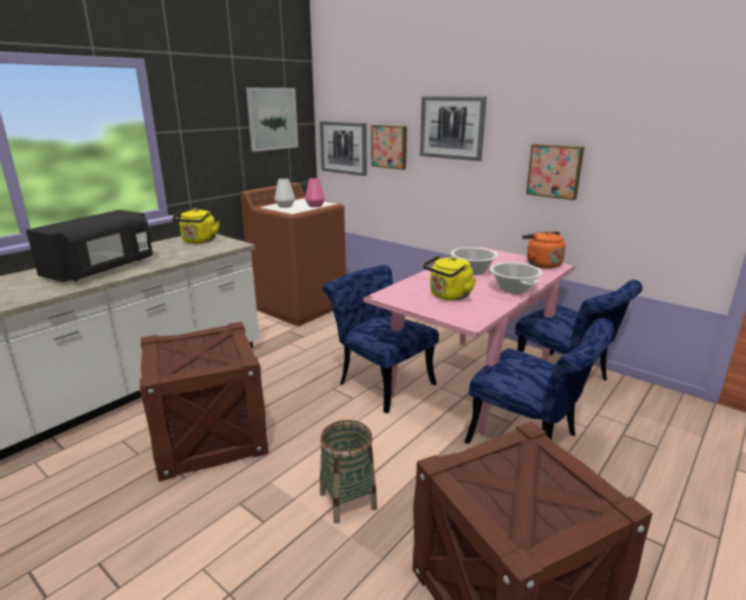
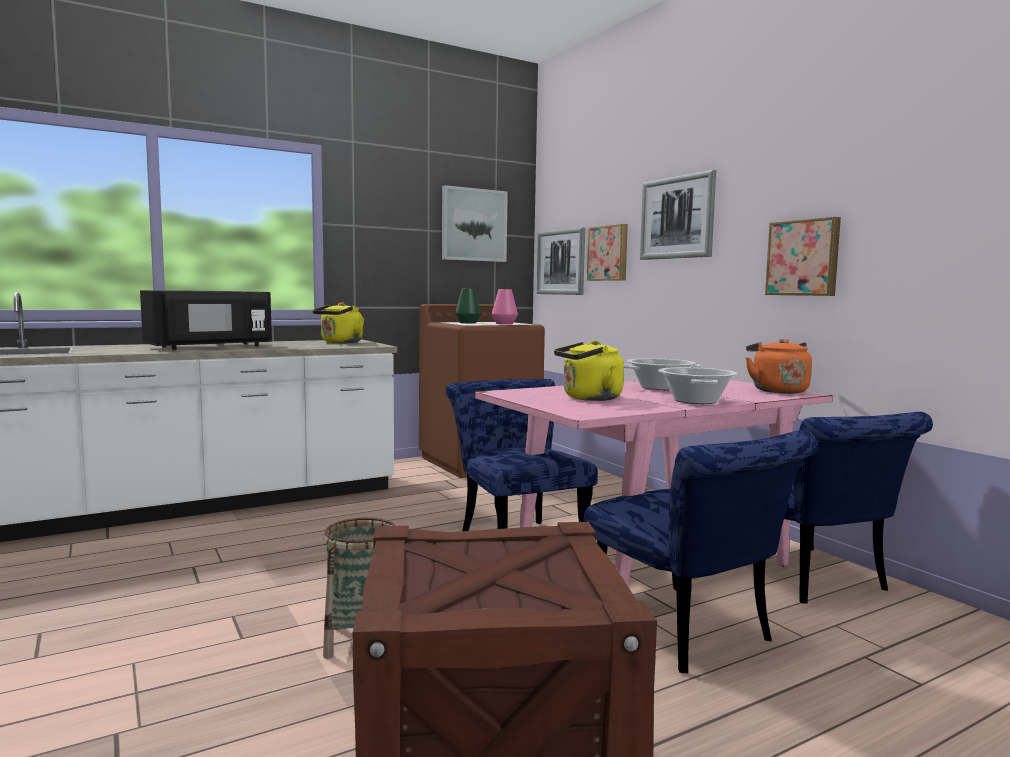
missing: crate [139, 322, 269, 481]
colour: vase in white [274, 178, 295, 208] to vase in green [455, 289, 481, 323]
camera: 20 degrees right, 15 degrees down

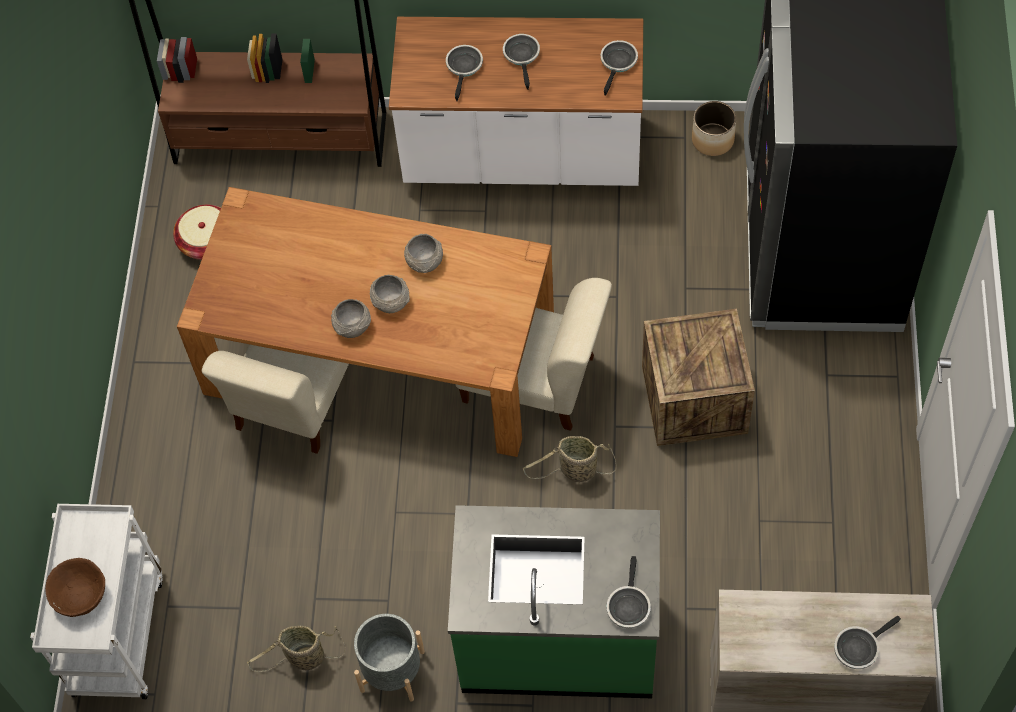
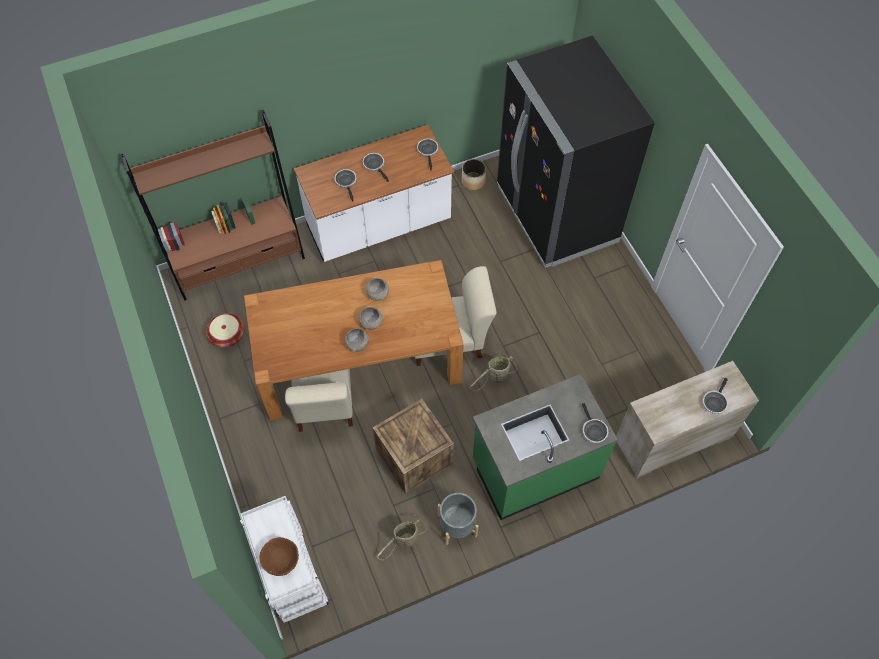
relocated: crate [642, 309, 755, 446] to [373, 399, 454, 494]
camera: 30 degrees left, 0 degrees up

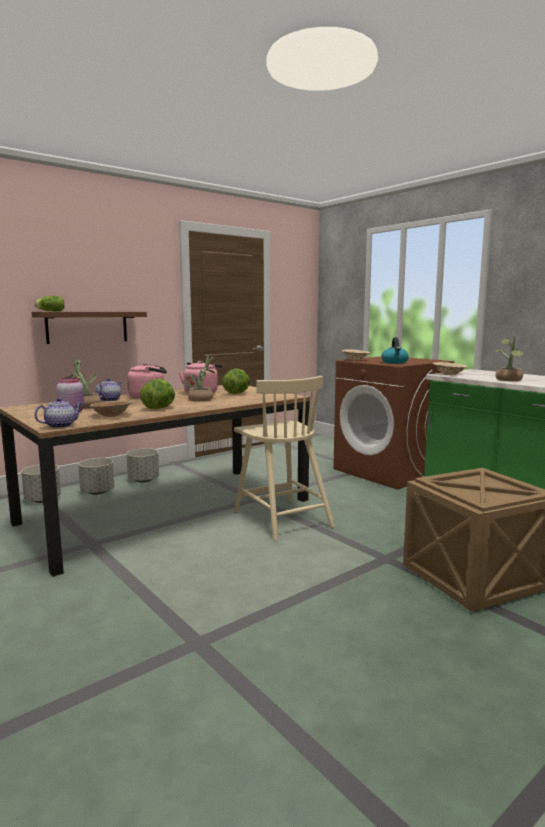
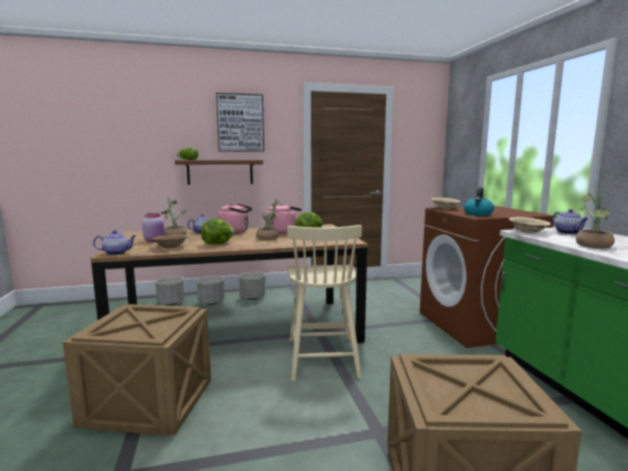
appeared: picture [216, 93, 264, 152]; teapot [553, 209, 589, 234]; crate [63, 304, 211, 436]
camera: 25 degrees right, 0 degrees up

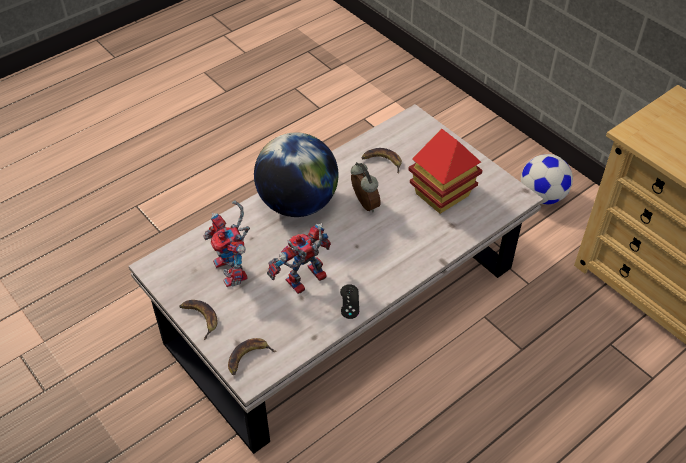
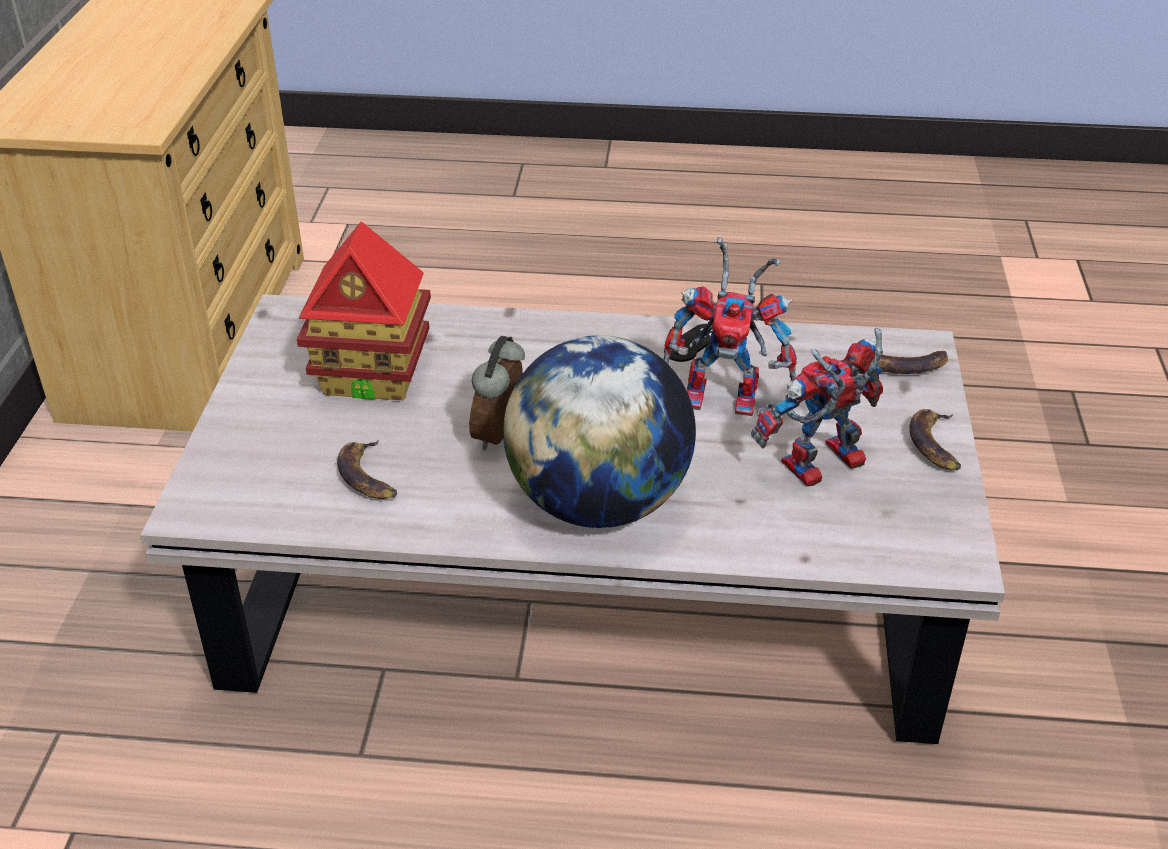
missing: football [521, 154, 573, 205]
spun: toy robot [203, 200, 250, 287] = [751, 328, 883, 487] 135 degrees counterclockwise
camera: 135 degrees left, 10 degrees down

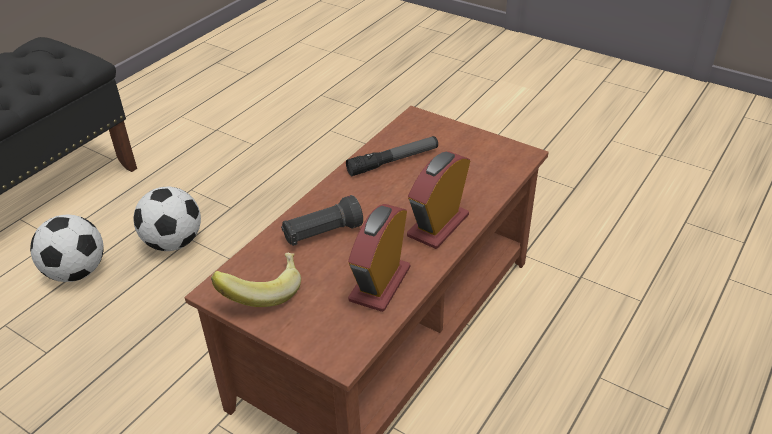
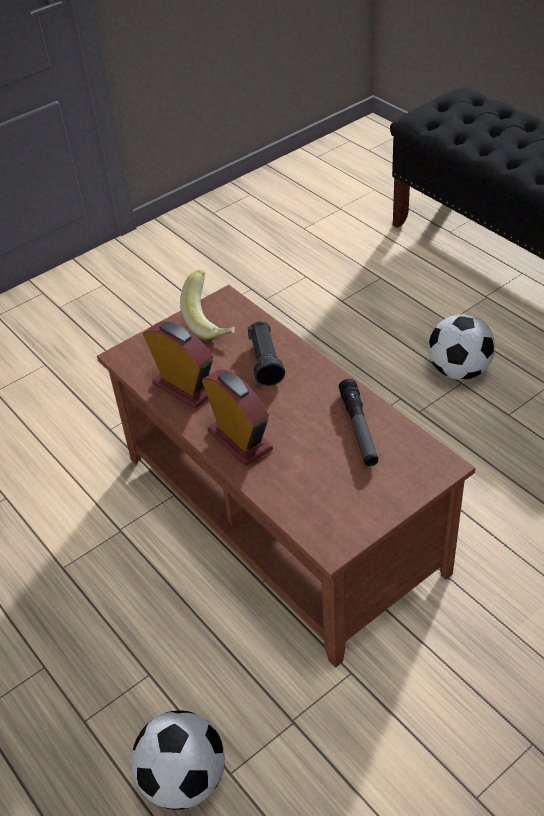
relocated: football [30, 215, 104, 282] to [131, 710, 225, 810]
camera: 110 degrees right, 5 degrees up

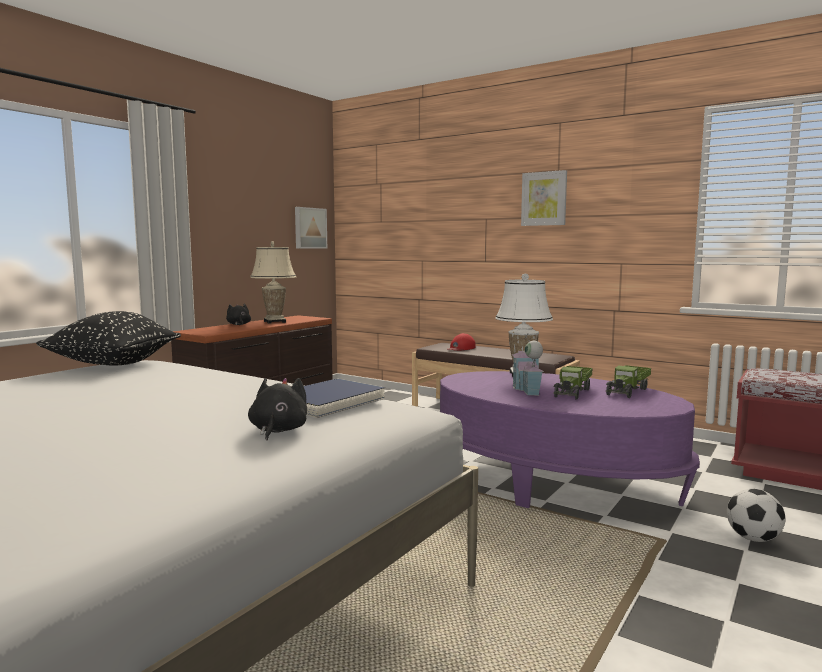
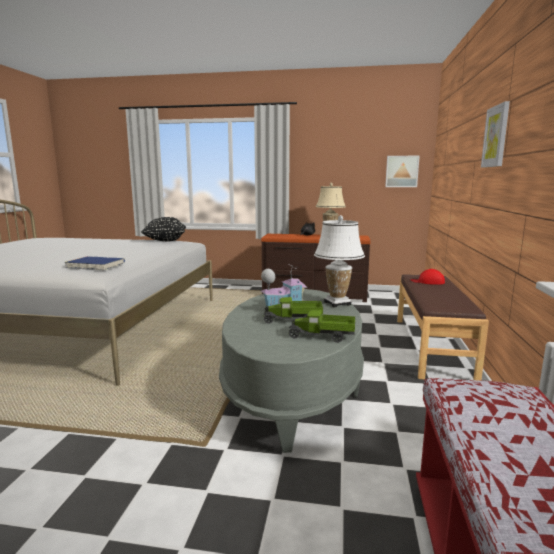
missing: plush toy in black [248, 378, 307, 441]; football [727, 489, 786, 542]
colour: coffee table in purple [440, 371, 700, 508] to coffee table in grey [219, 289, 364, 453]
camera: 65 degrees right, 5 degrees up

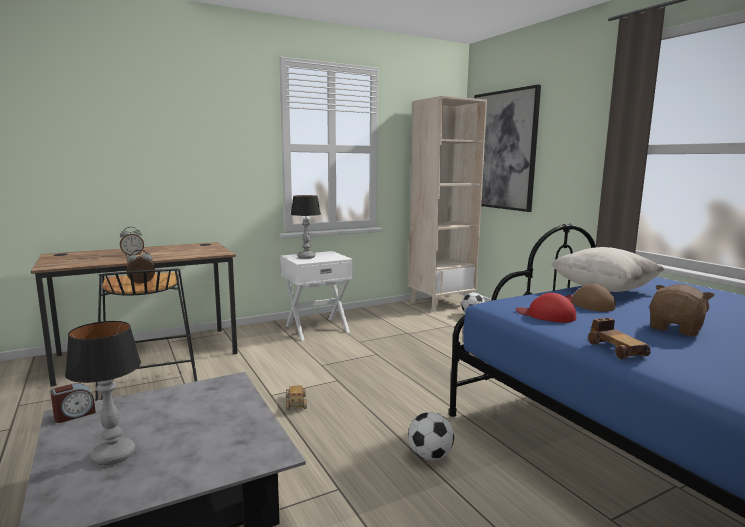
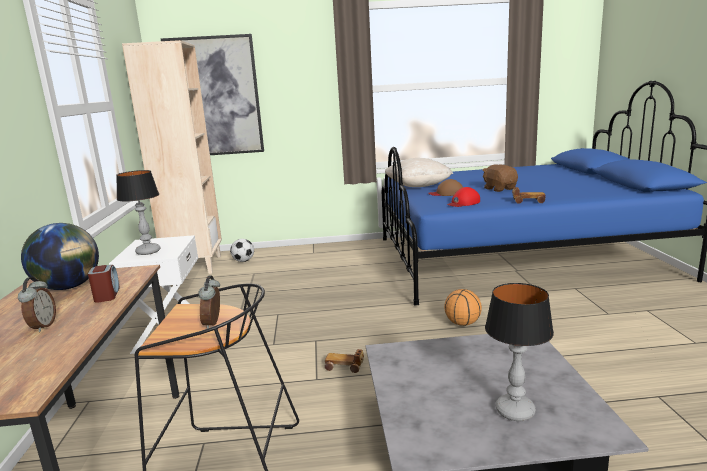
appeared: globe [21, 223, 99, 290]
relocated: alarm clock [50, 383, 96, 423] to [88, 265, 120, 303]
exchanged: football [408, 412, 454, 461] to basketball [444, 289, 482, 326]
camera: 65 degrees left, 5 degrees up

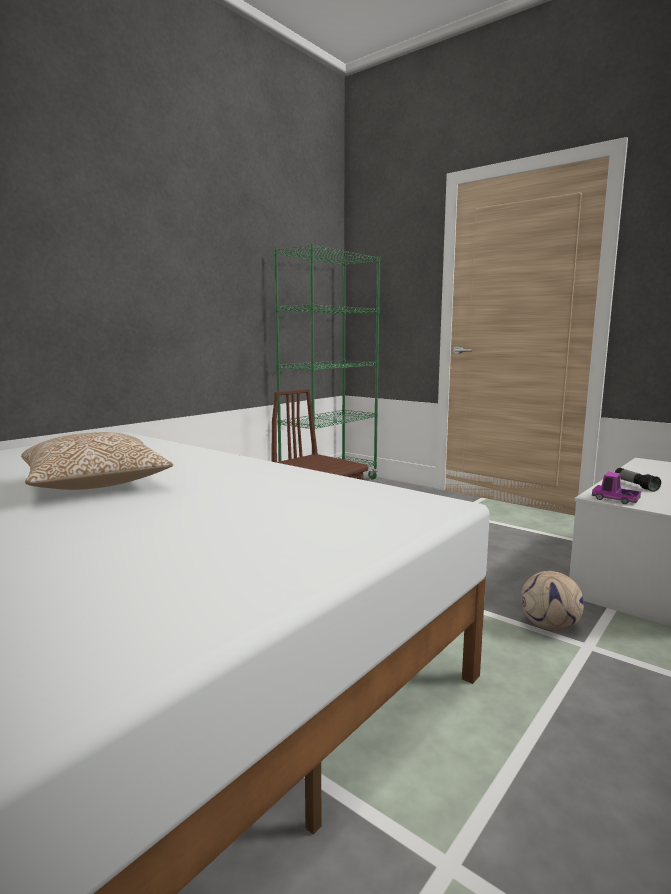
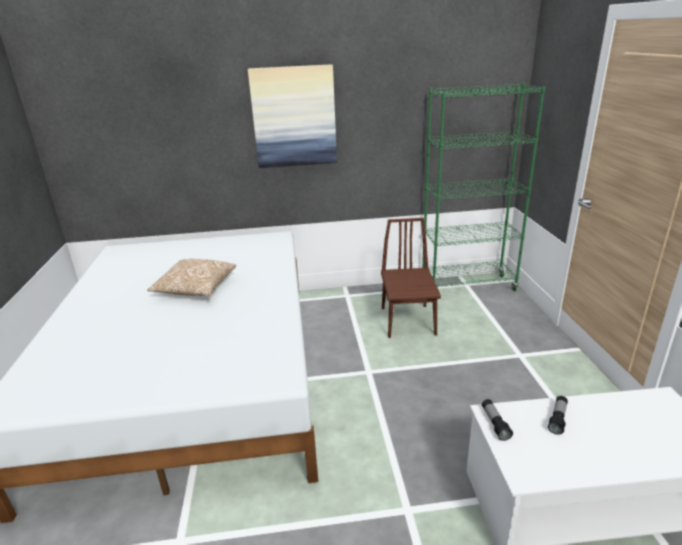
missing: football [521, 571, 584, 631]
appeared: picture [248, 64, 337, 168]
exchanged: toy truck [592, 472, 641, 504] to flashlight [482, 399, 513, 441]
camera: 45 degrees right, 15 degrees up

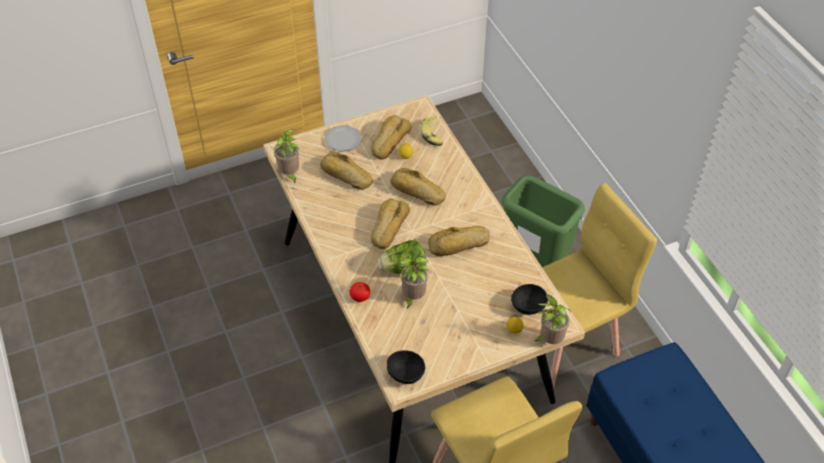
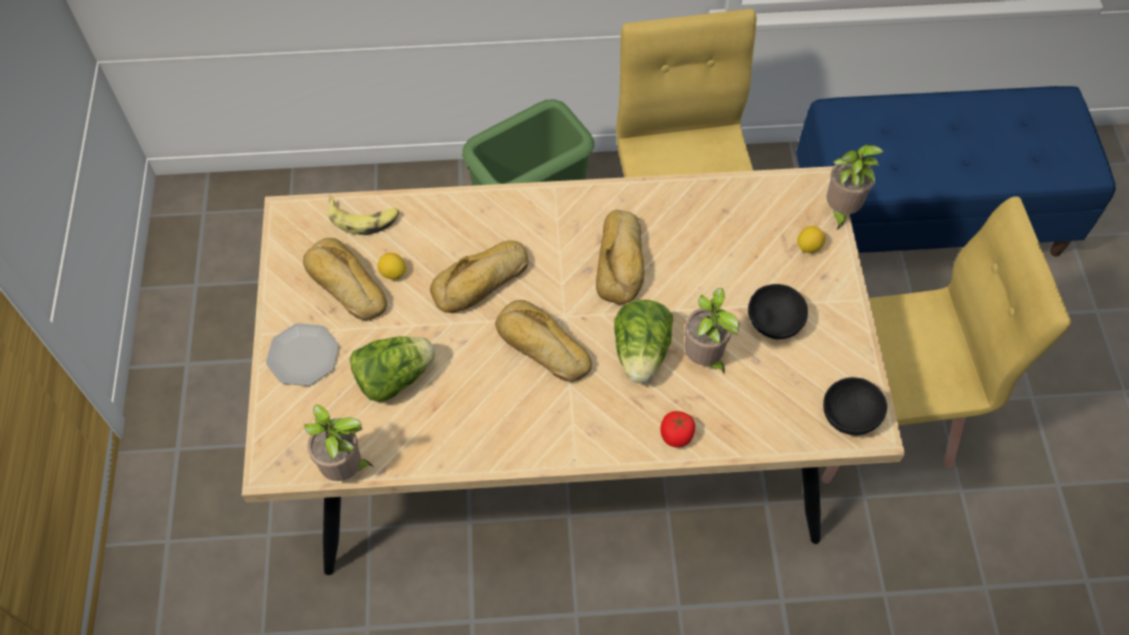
relocated: bowl in black [511, 284, 548, 315] to [748, 284, 808, 339]
exchanged: bread [320, 152, 373, 190] to lettuce [350, 336, 435, 402]
camera: 70 degrees left, 10 degrees up

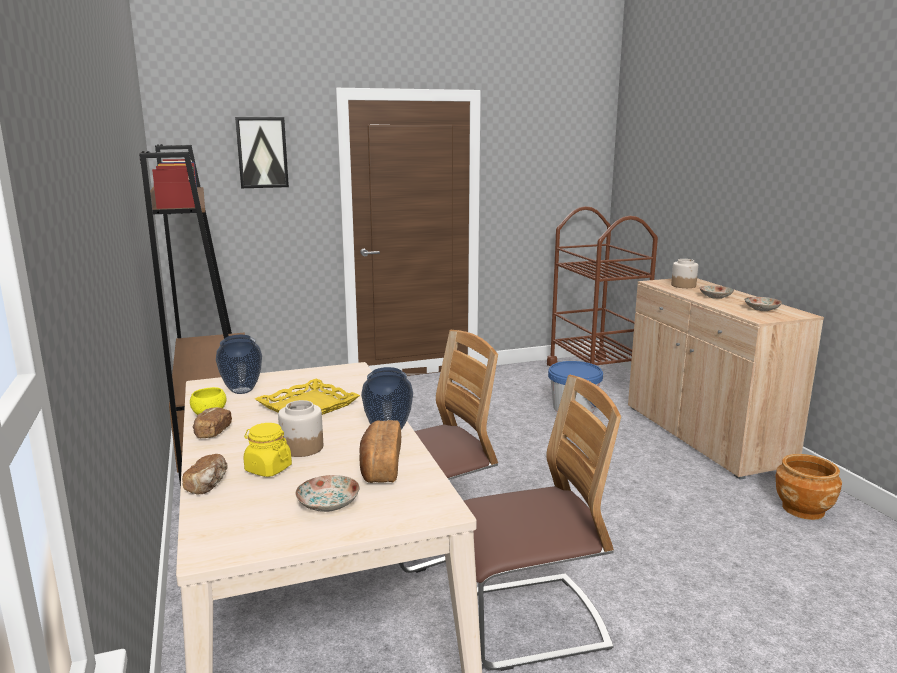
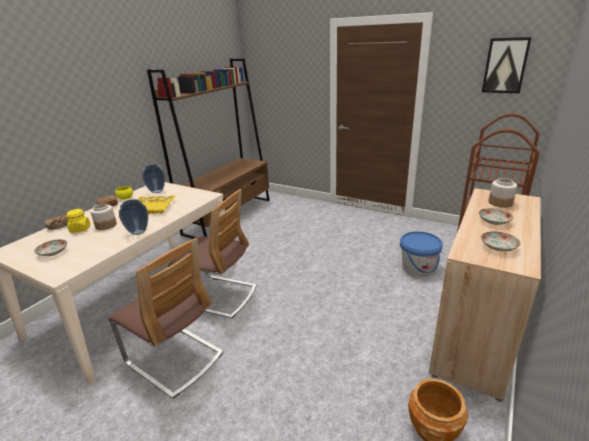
missing: bread [359, 420, 401, 483]
relocated: picture [235, 117, 289, 188] to [482, 37, 532, 93]
camera: 50 degrees right, 10 degrees up

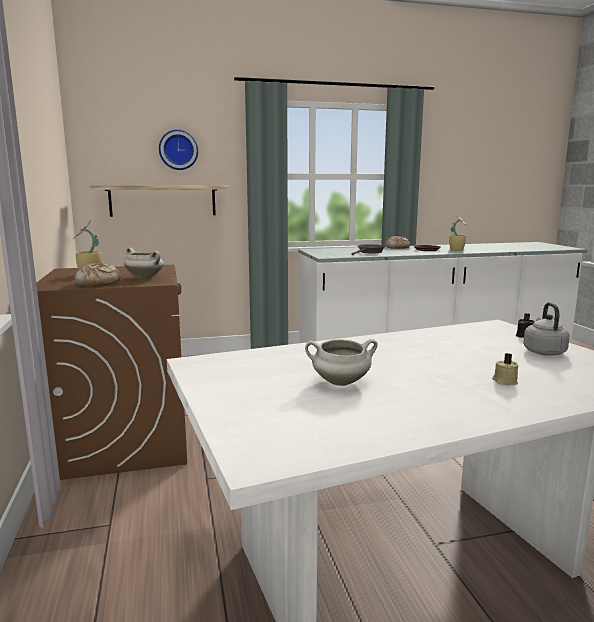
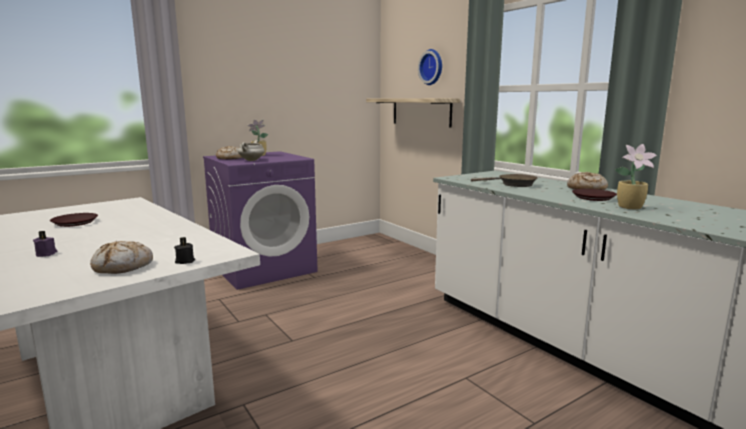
exchanged: kettle in grey [523, 302, 570, 356] to bread [90, 241, 153, 274]; cooking pot in white [305, 339, 378, 386] to plate in brown [50, 213, 98, 227]
colour: washing machine in brown [36, 265, 187, 480] to washing machine in purple [203, 151, 318, 290]; candle in beige [492, 353, 519, 386] to candle in purple [33, 231, 58, 257]
camera: 70 degrees right, 0 degrees up

